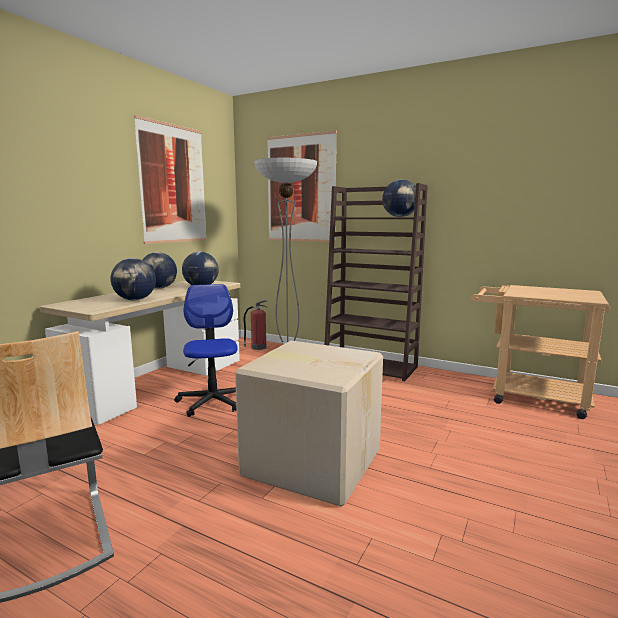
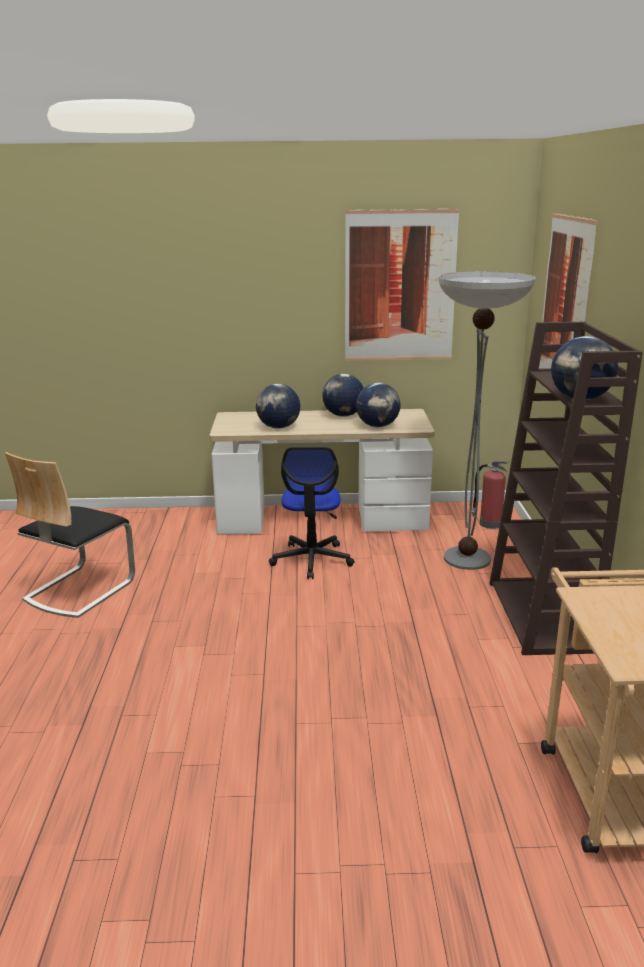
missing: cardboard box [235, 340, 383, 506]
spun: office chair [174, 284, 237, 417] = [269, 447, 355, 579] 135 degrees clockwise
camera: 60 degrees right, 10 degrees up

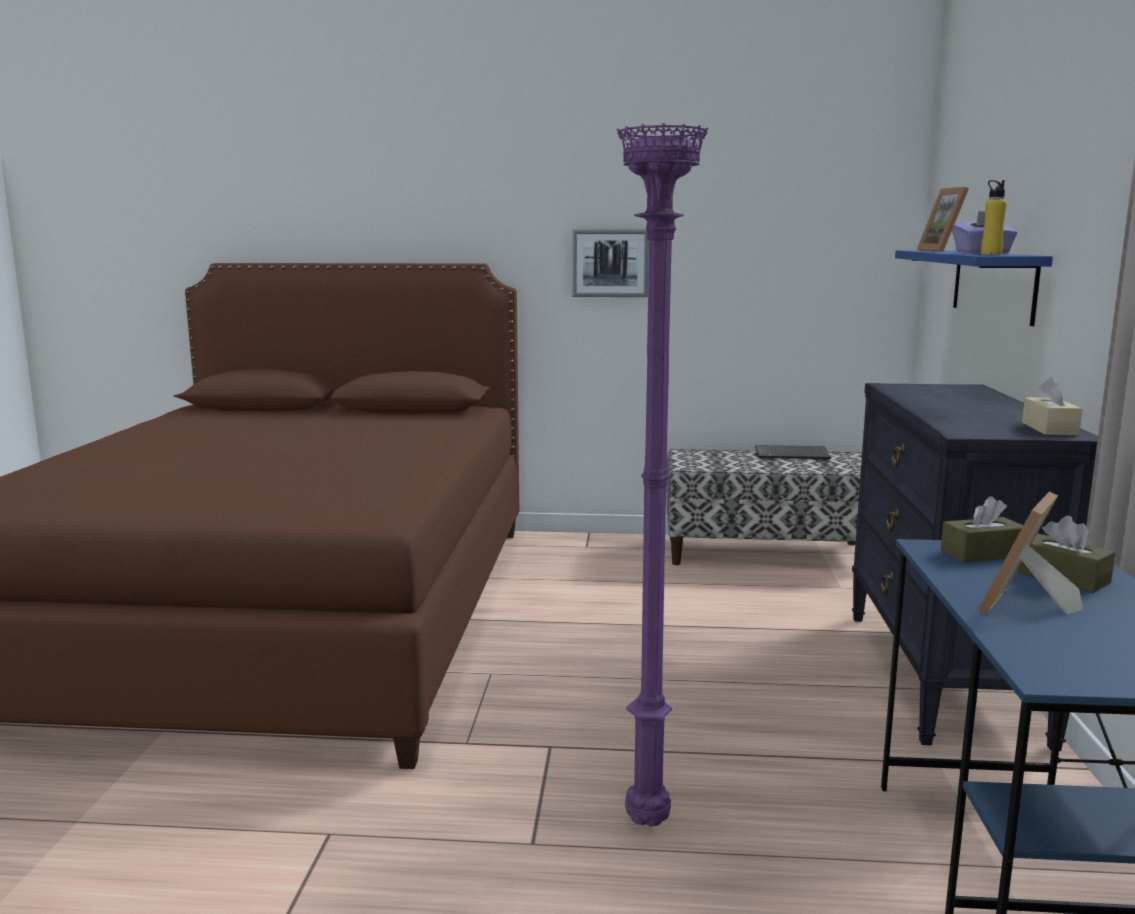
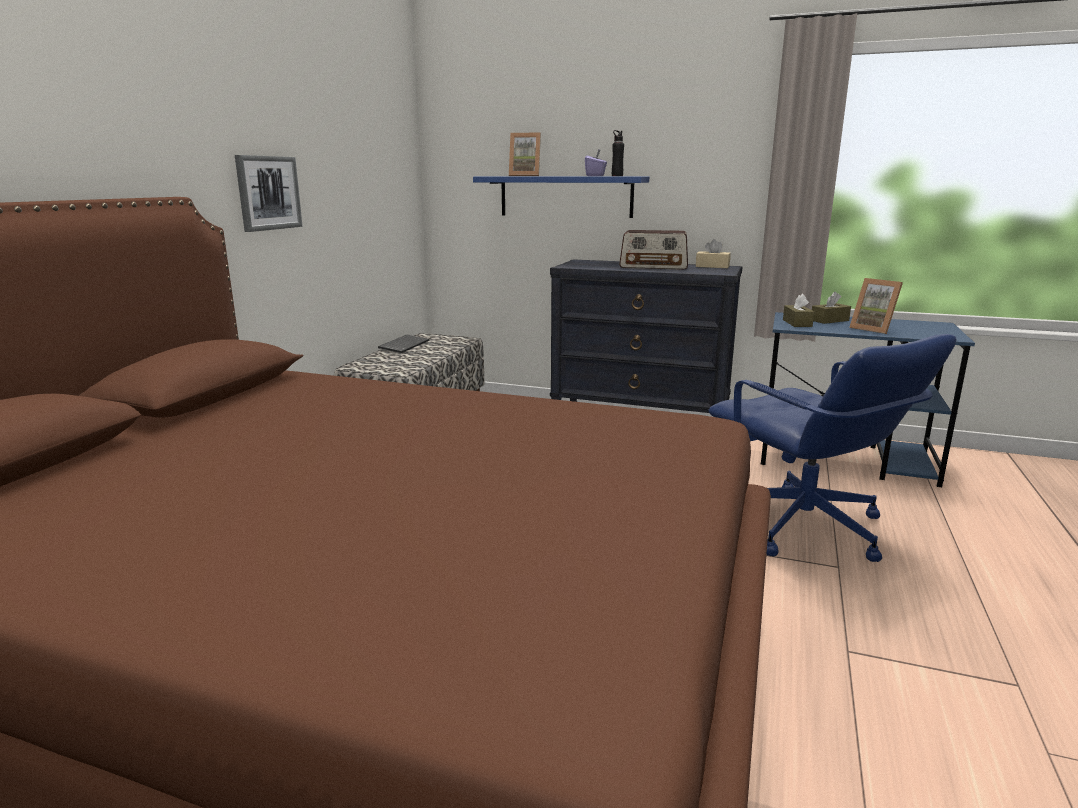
appeared: radio [619, 230, 688, 270]
exchanged: floor lamp in purple [617, 123, 709, 827] to office chair in blue [709, 334, 956, 562]
colour: bottle in yellow [981, 180, 1007, 255] to bottle in black [612, 130, 624, 176]
camera: 75 degrees left, 5 degrees up

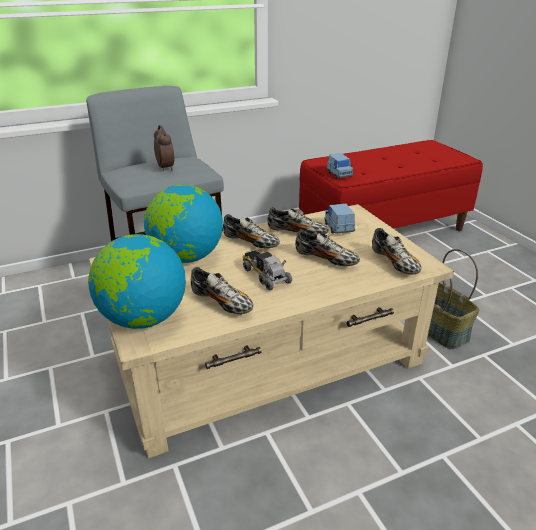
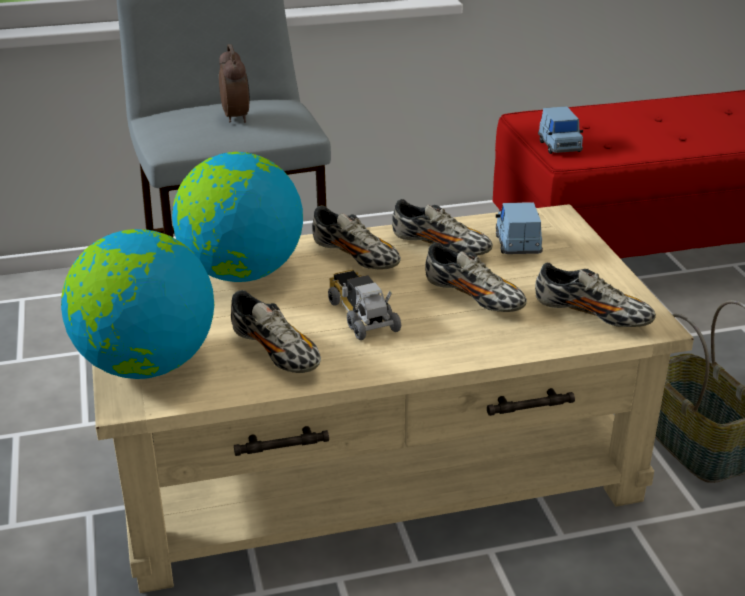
spun: shoe [372, 228, 422, 274] = [535, 262, 656, 327] 45 degrees counterclockwise
camera: 10 degrees right, 0 degrees up

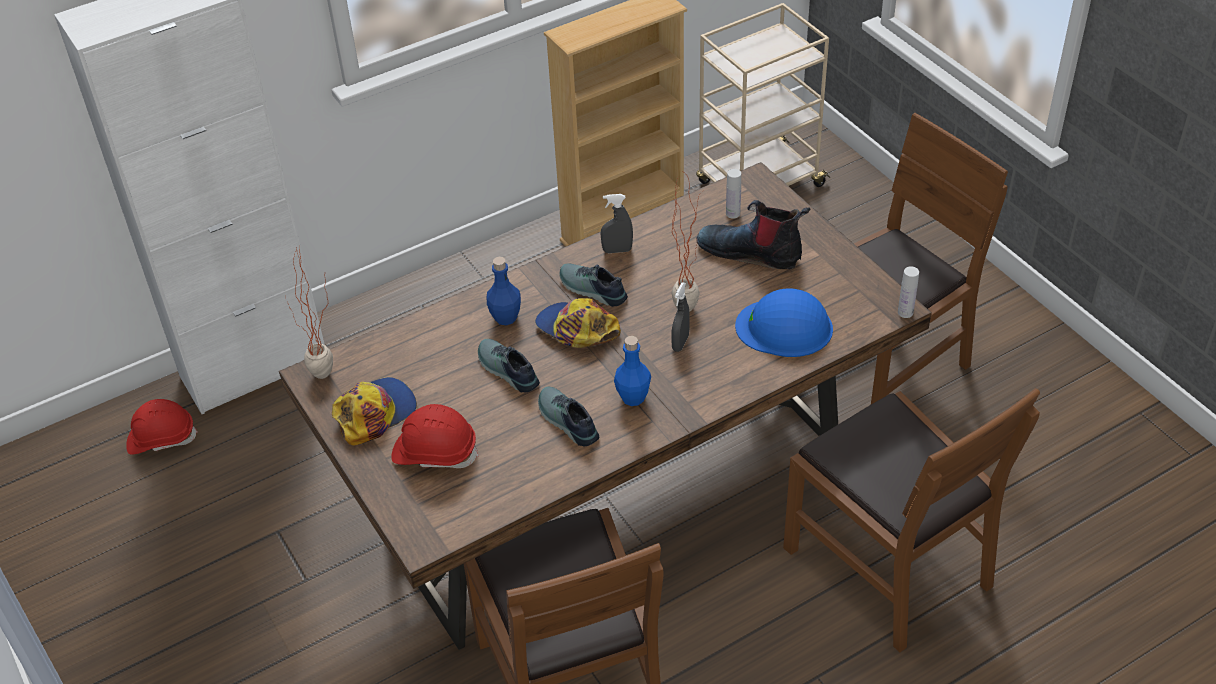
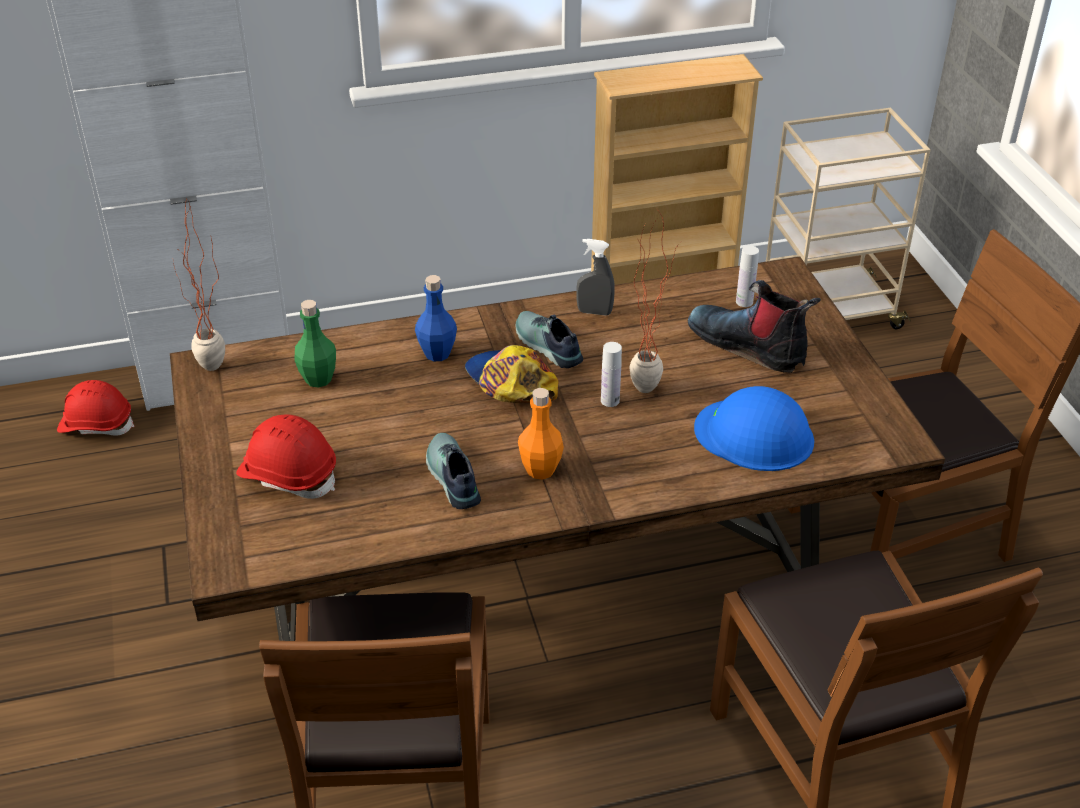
missing: spray bottle in grey [671, 282, 690, 352]; shoe [478, 339, 540, 393]; cap [332, 377, 417, 445]
appeared: bottle in green [295, 300, 336, 388]
relocated: bottle in white [898, 266, 919, 318] to [601, 342, 622, 407]
colour: bottle in blue [614, 336, 651, 406] to bottle in orange [518, 388, 564, 480]
camera: 15 degrees right, 5 degrees down

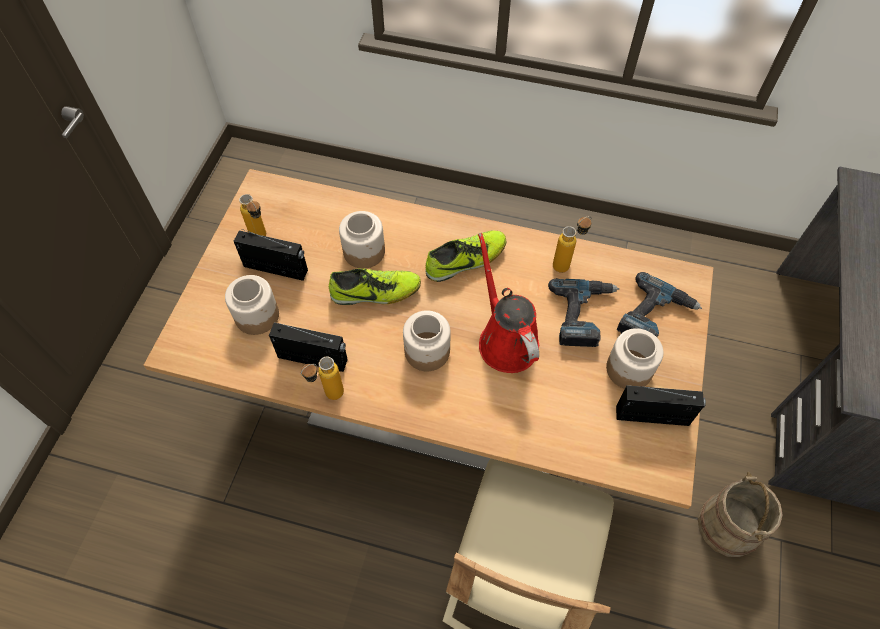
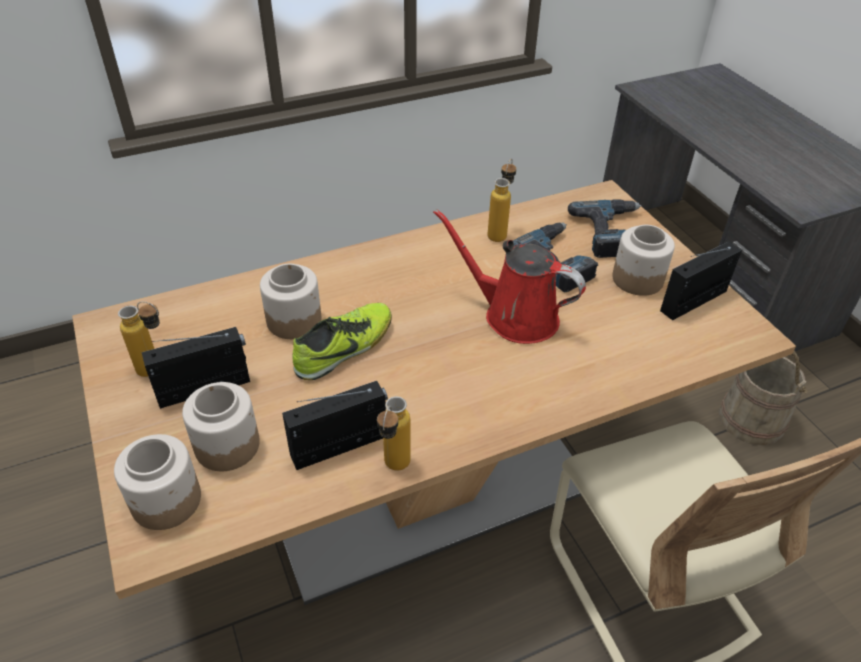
missing: shoe [425, 230, 506, 282]
relocated: jar [403, 310, 451, 371] to [114, 434, 201, 530]
camera: 40 degrees left, 15 degrees down

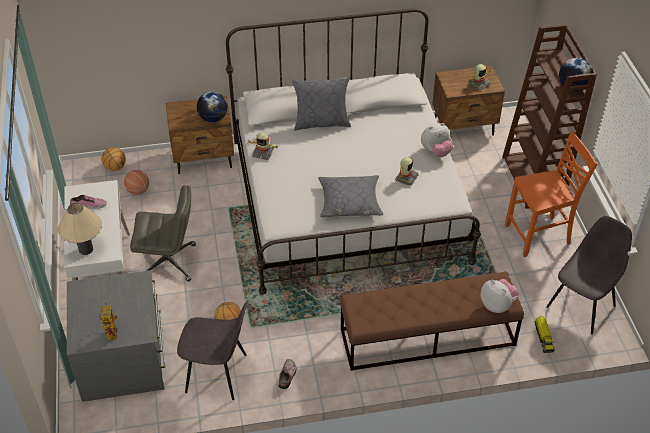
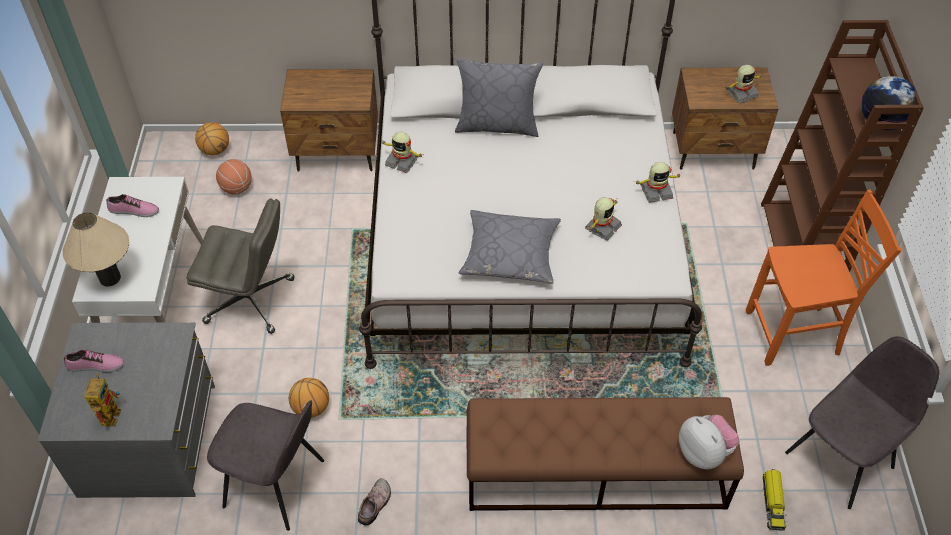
missing: globe [197, 91, 228, 122]
appeared: shoe [64, 350, 124, 372]
exchanged: plush toy [421, 123, 453, 157] to toy robot [635, 162, 681, 203]
camera: 10 degrees right, 5 degrees up

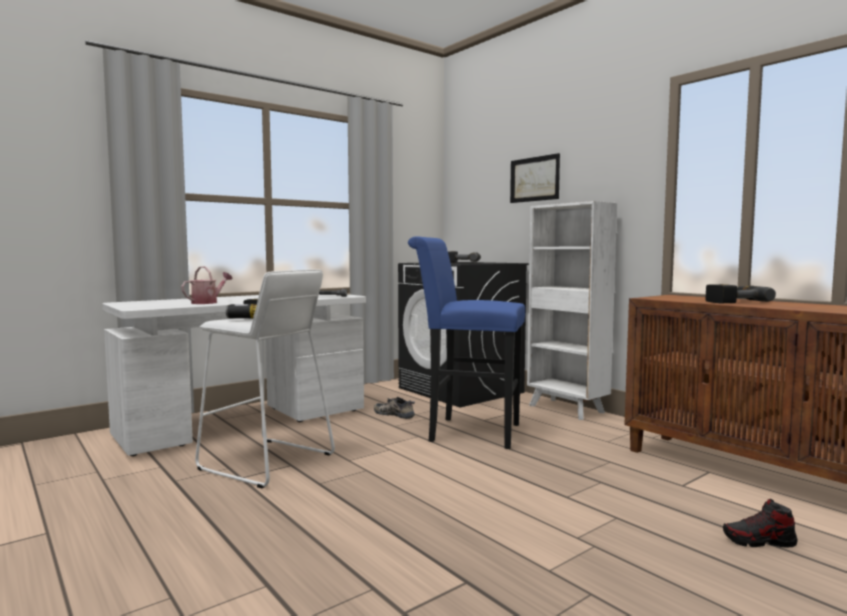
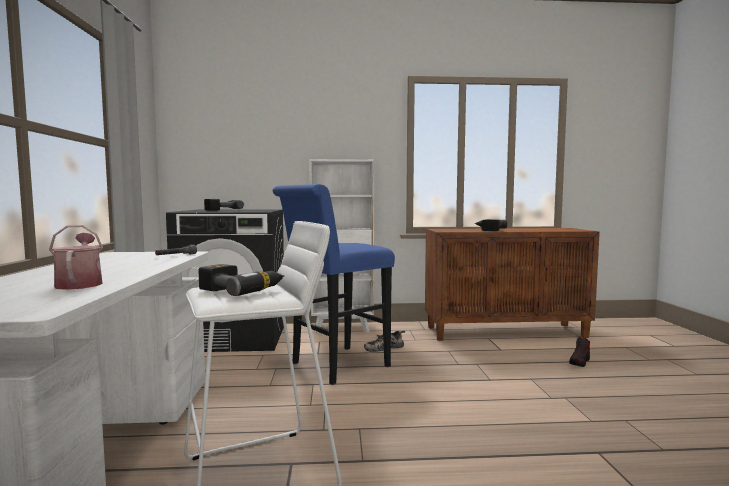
missing: picture [510, 153, 560, 203]
relocated: shoe [374, 397, 415, 419] to [364, 331, 405, 352]
camera: 55 degrees left, 0 degrees up

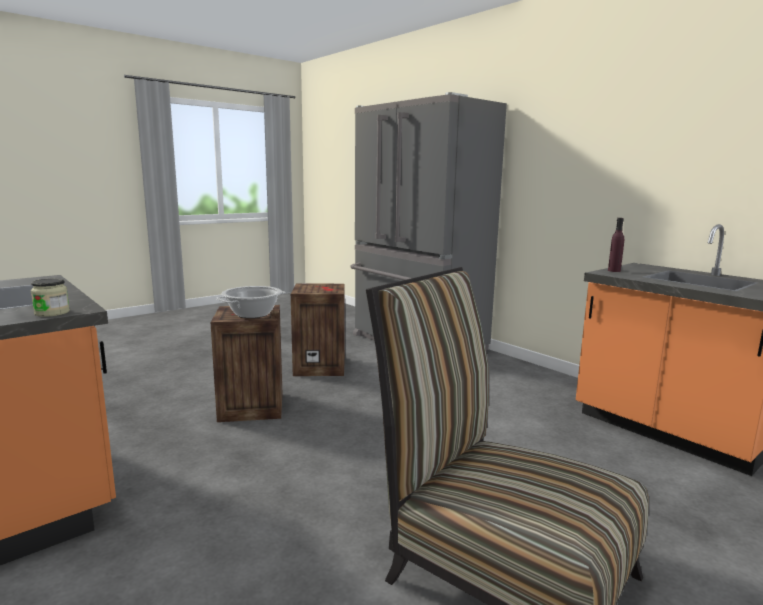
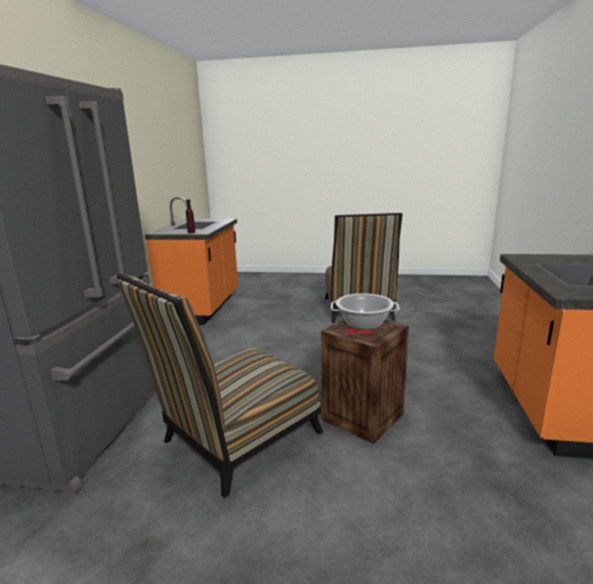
missing: jar [31, 278, 70, 317]
exchanged: crate [291, 283, 345, 376] to chair [117, 274, 323, 498]
camera: 130 degrees left, 5 degrees up

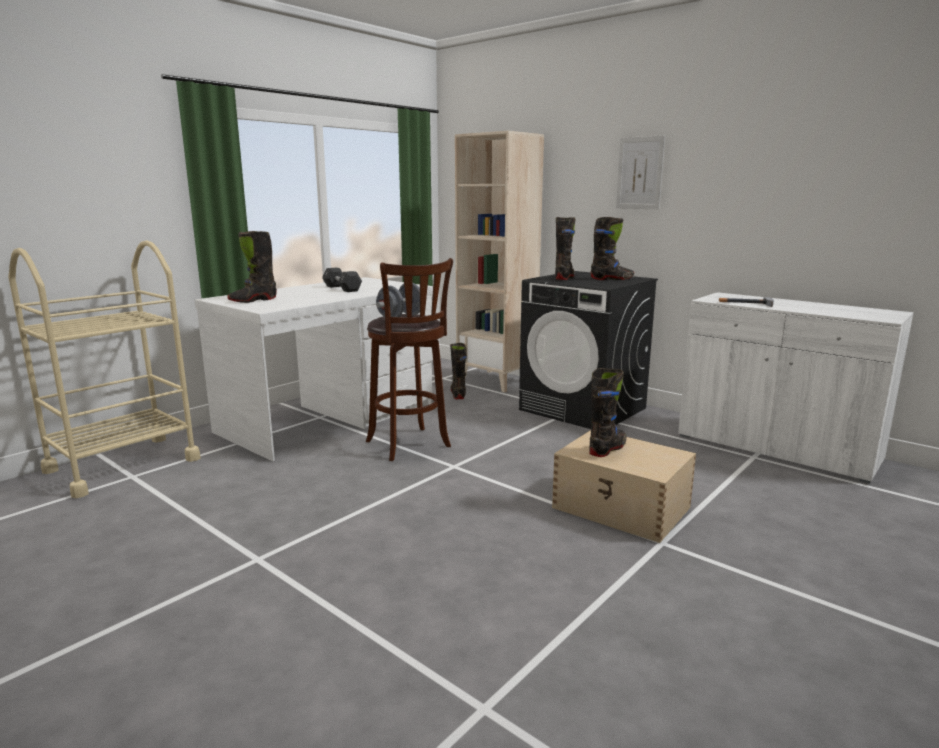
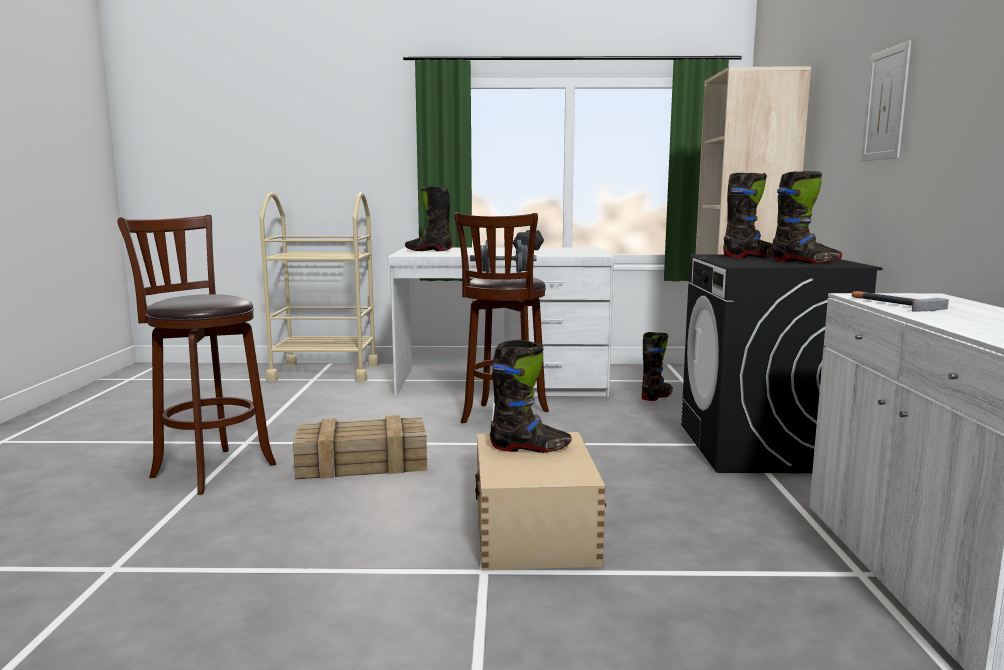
appeared: stool in brown [118, 215, 276, 495]; crate [293, 415, 427, 480]
camera: 50 degrees right, 5 degrees down

